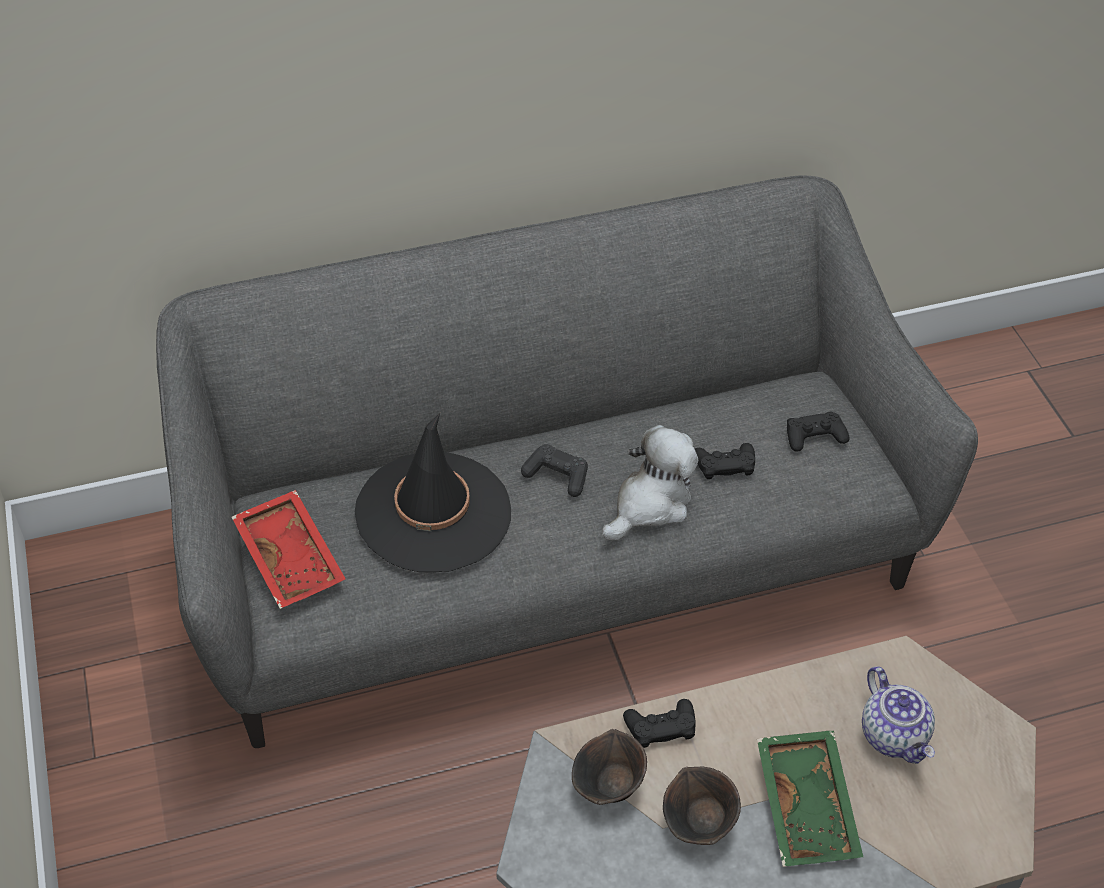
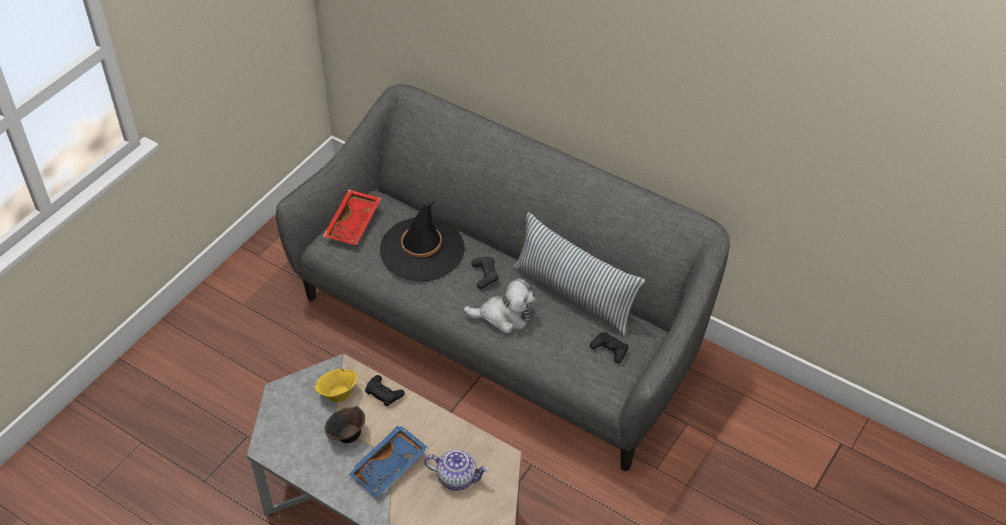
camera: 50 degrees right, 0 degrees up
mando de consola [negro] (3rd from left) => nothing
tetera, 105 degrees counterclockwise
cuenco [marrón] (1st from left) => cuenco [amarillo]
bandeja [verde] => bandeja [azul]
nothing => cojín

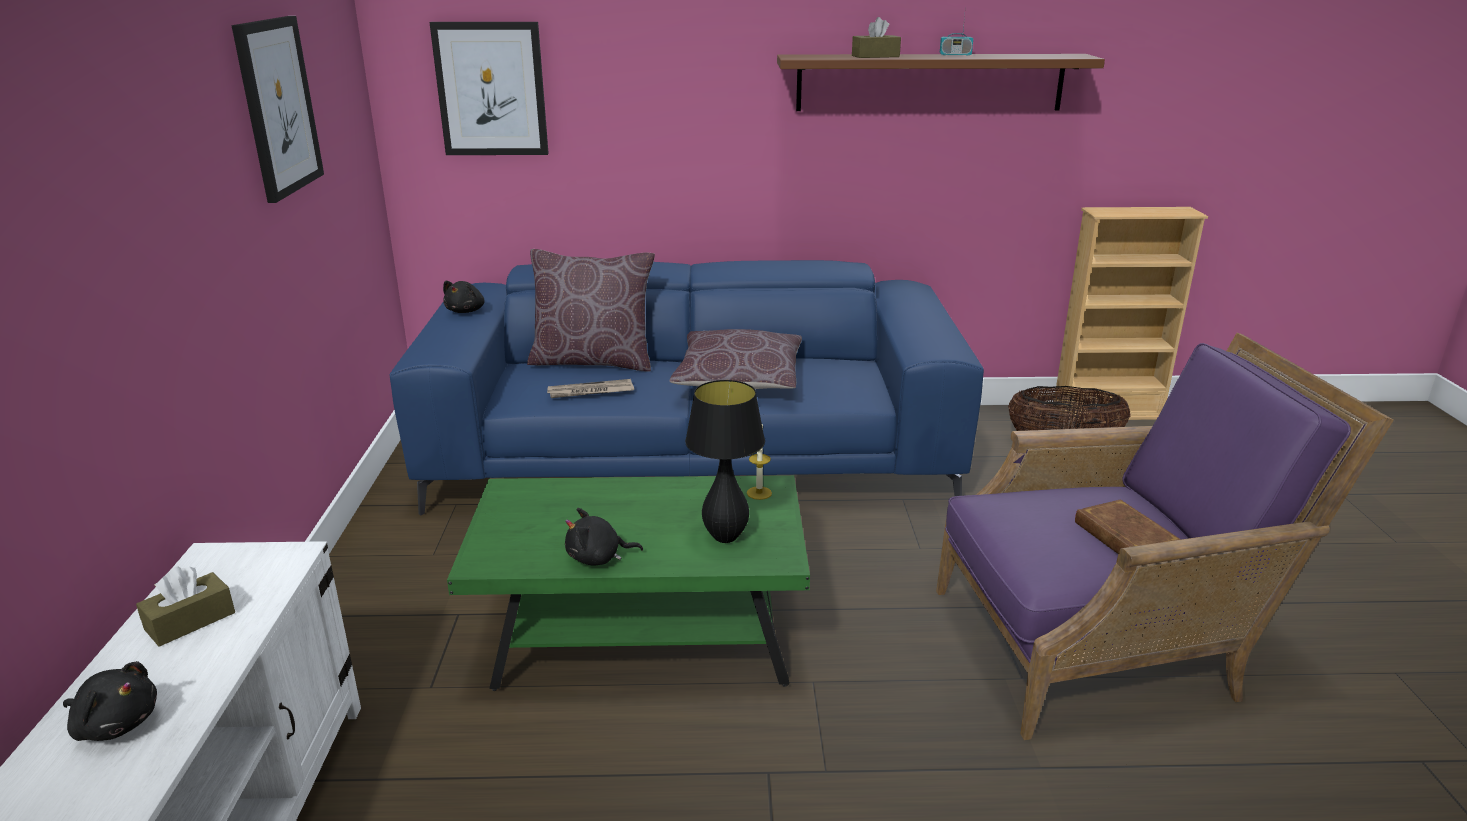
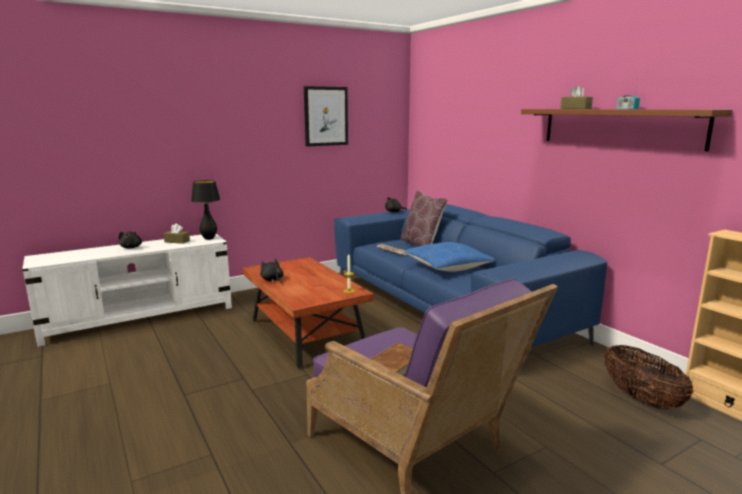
camera: 60 degrees right, 10 degrees down
cuadro (2nd from left) => nothing
cojín [marrón] (2nd from left) => cojín [azul]
lámpara de mesa [negro], moved
mesa de centro [verde] => mesa de centro [marrón]

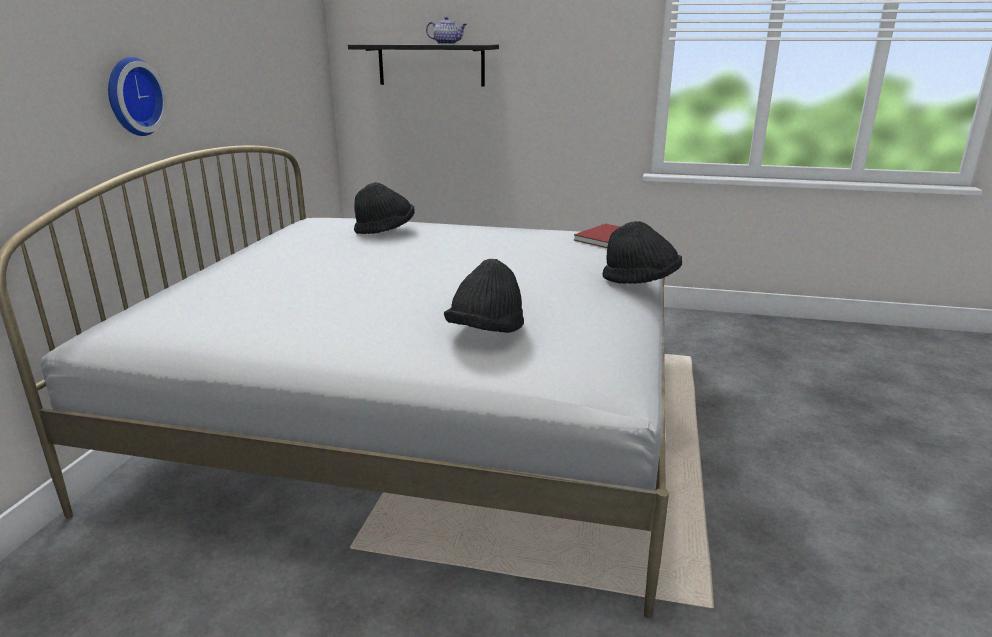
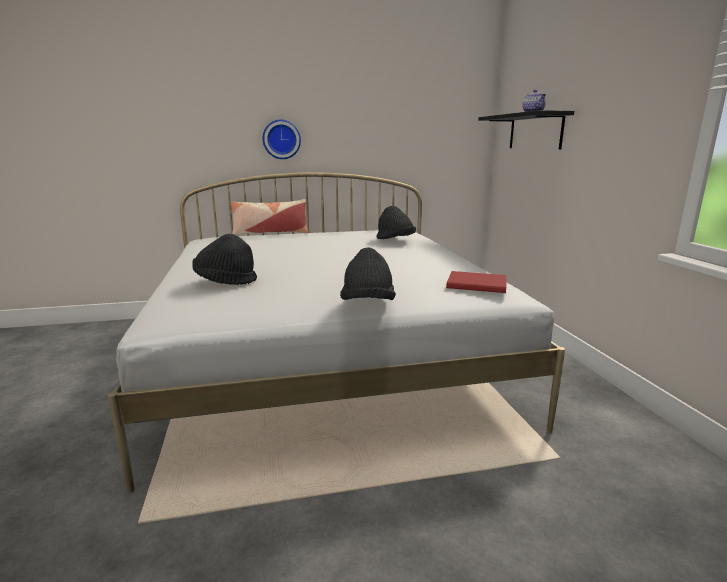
camera: 65 degrees right, 5 degrees down
nothing => cojín

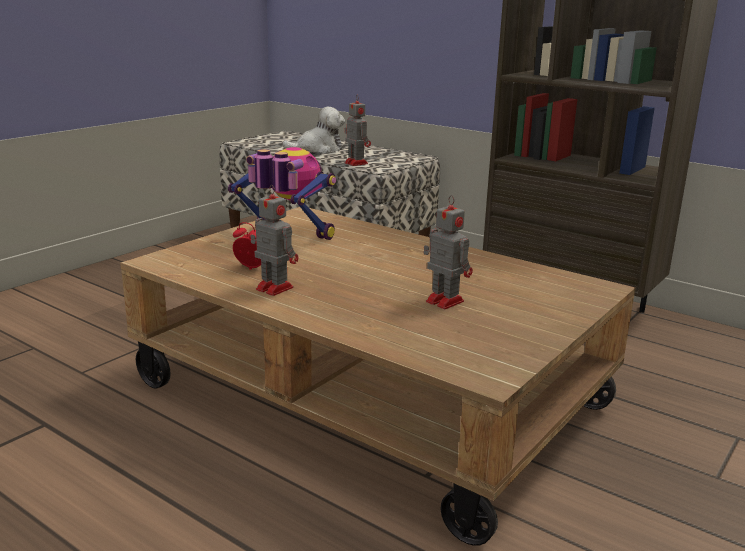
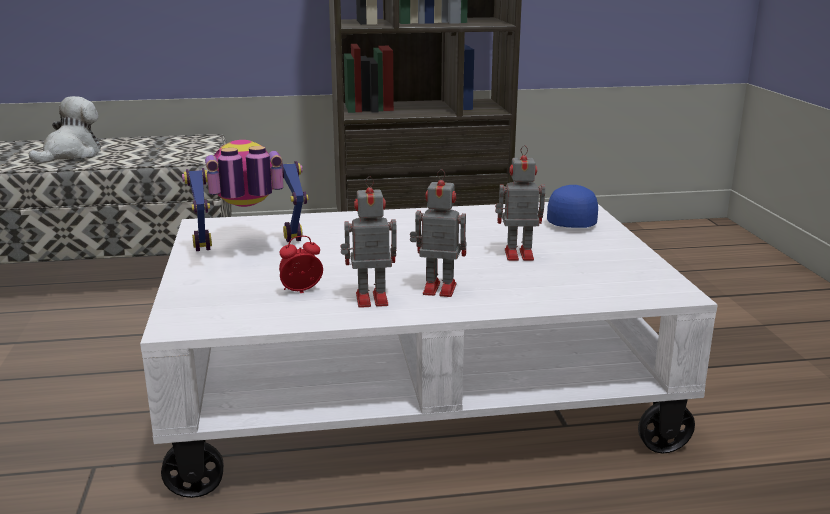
camera: 45 degrees left, 0 degrees up
robot de juguete (3rd from left), moved
mesa de centro [marrón] => mesa de centro [blanco]
nothing => gorra [azul]

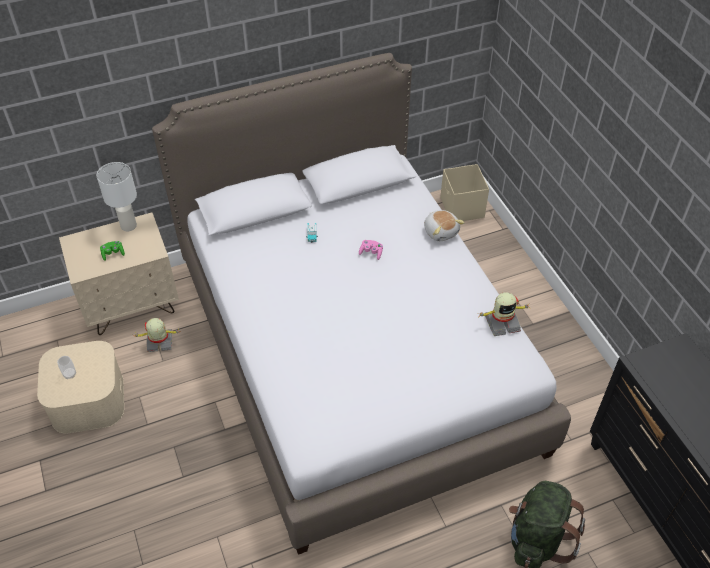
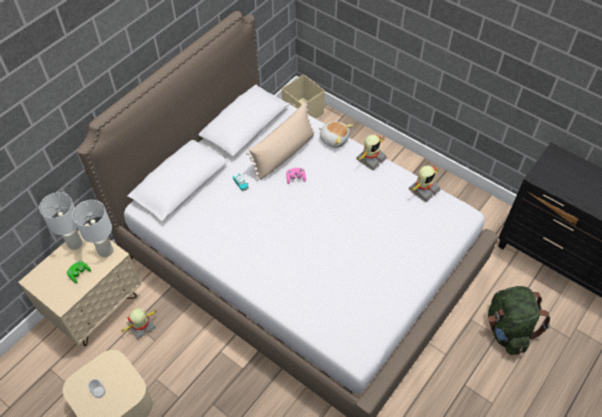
camera: 30 degrees left, 5 degrees up
nothing => cojín [beis]
nothing => robot de juguete (2nd from left)
nothing => lámpara de mesa [blanco] (2nd from left)

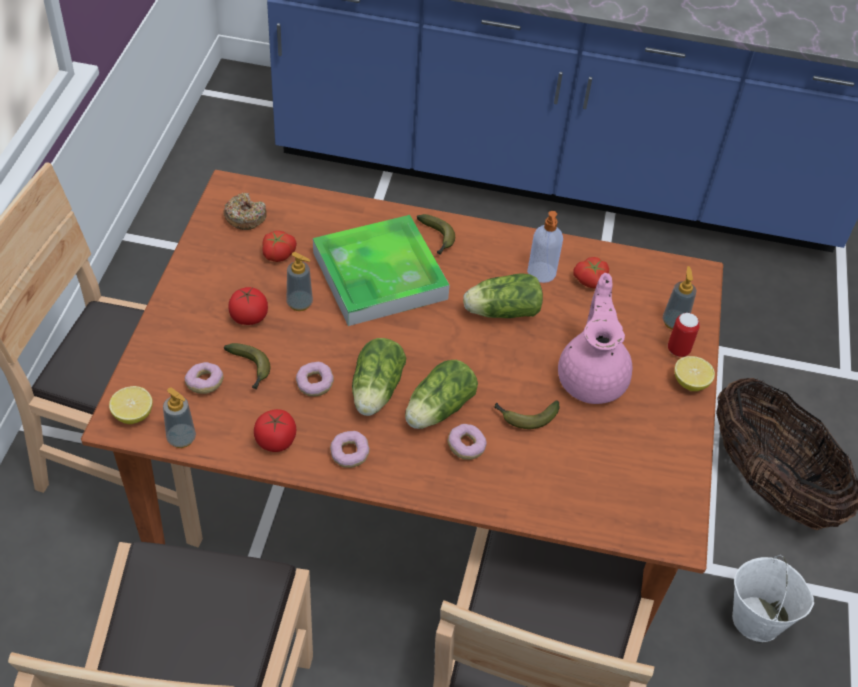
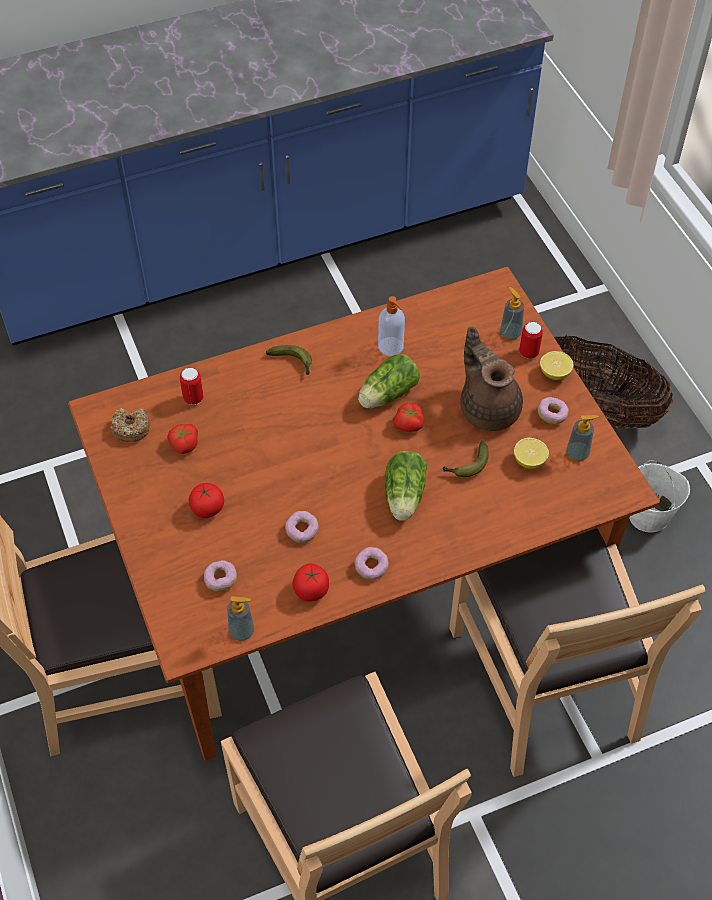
camera: 30 degrees left, 5 degrees up
bandeja => nothing
dispensador de jabón (2nd from left in the first image) => dispensador de jabón (4th from left), moved
tomate (4th from left), moved
tetera [rosa] => tetera [marrón]
lechuga (1st from left) => nothing
plátano (1st from left) => nothing
limón (1st from left), moved
rosquilla (5th from left), moved
nothing => lata (1st from left)

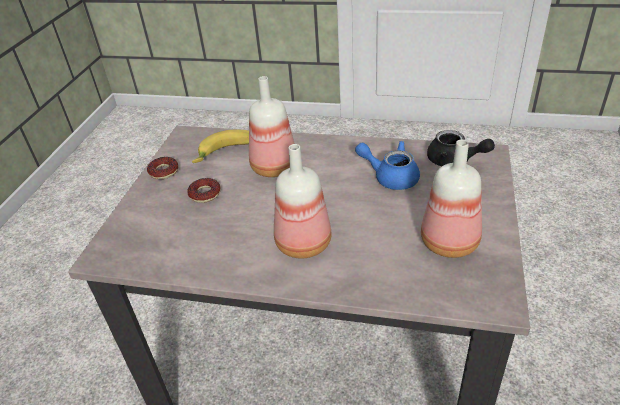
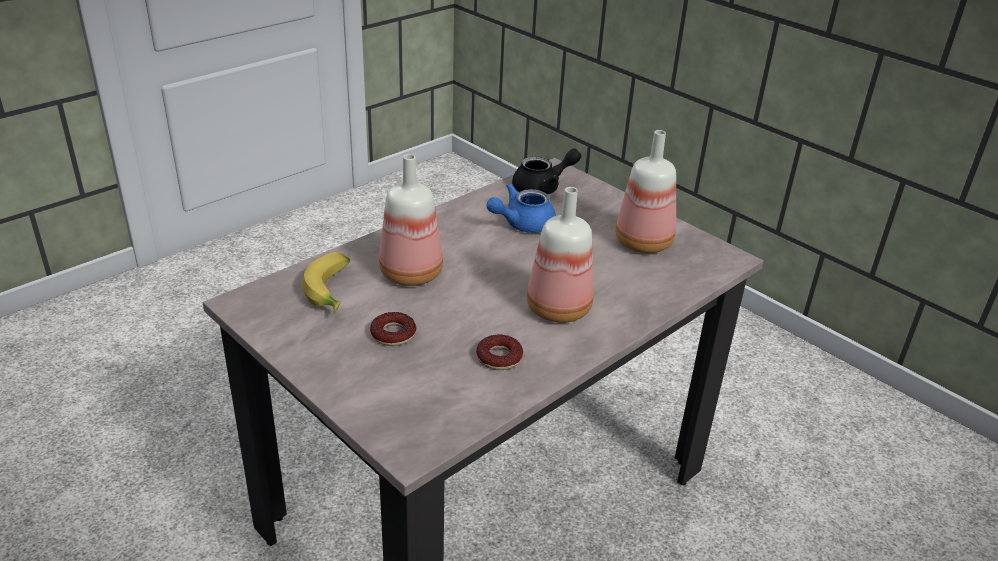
camera: 60 degrees left, 5 degrees down
rosquilla (1st from left in the first image) => rosquilla (2nd from left), moved

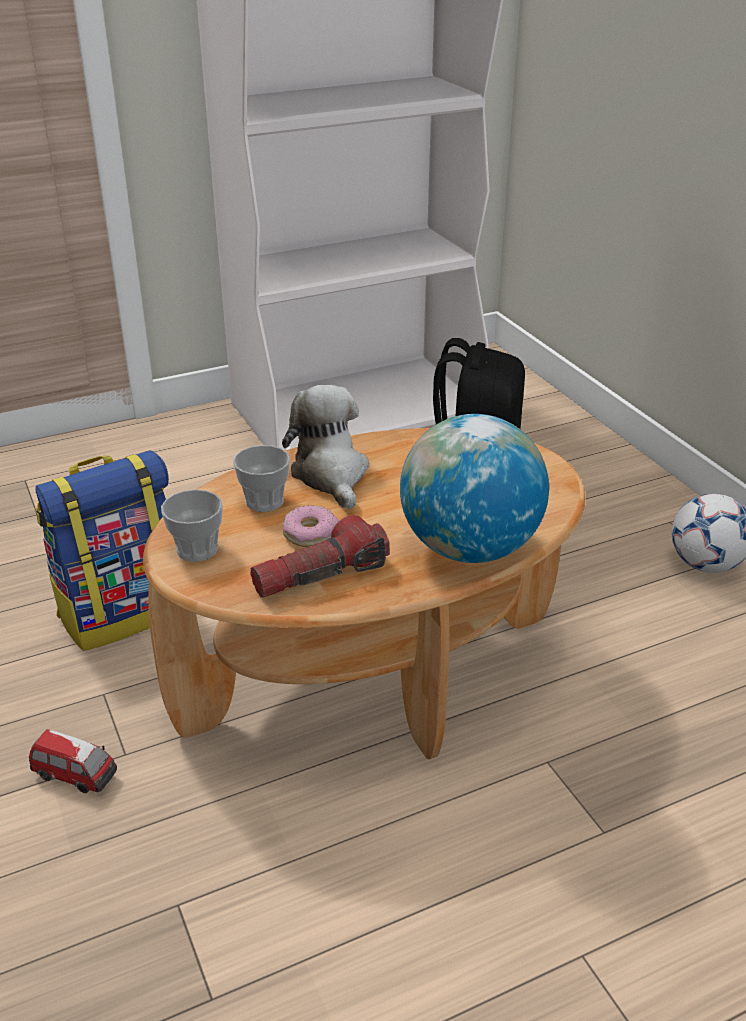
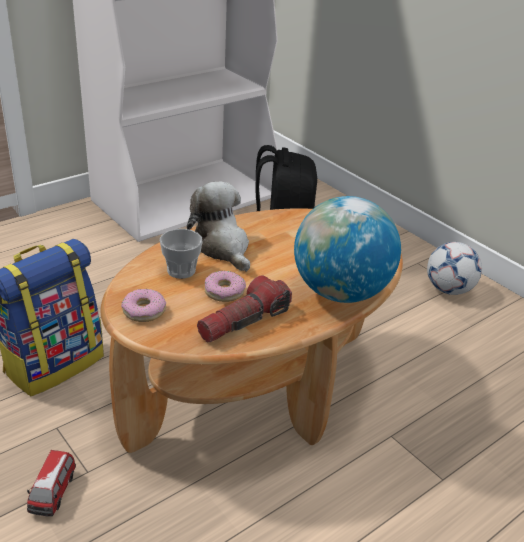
camera: 15 degrees left, 0 degrees up
taza (1st from left) => rosquilla (1st from left)
coche de juguete, 90 degrees clockwise

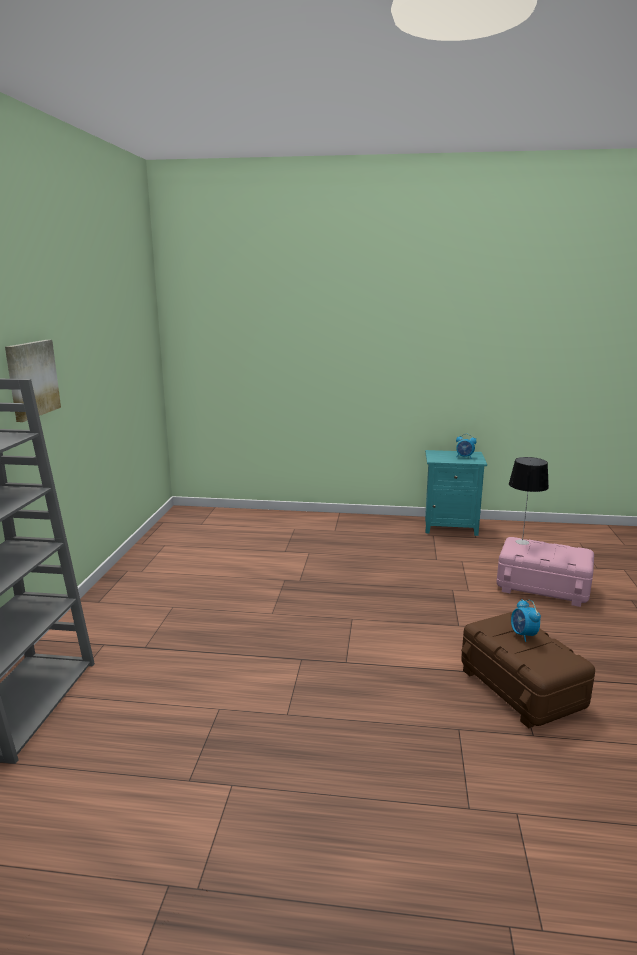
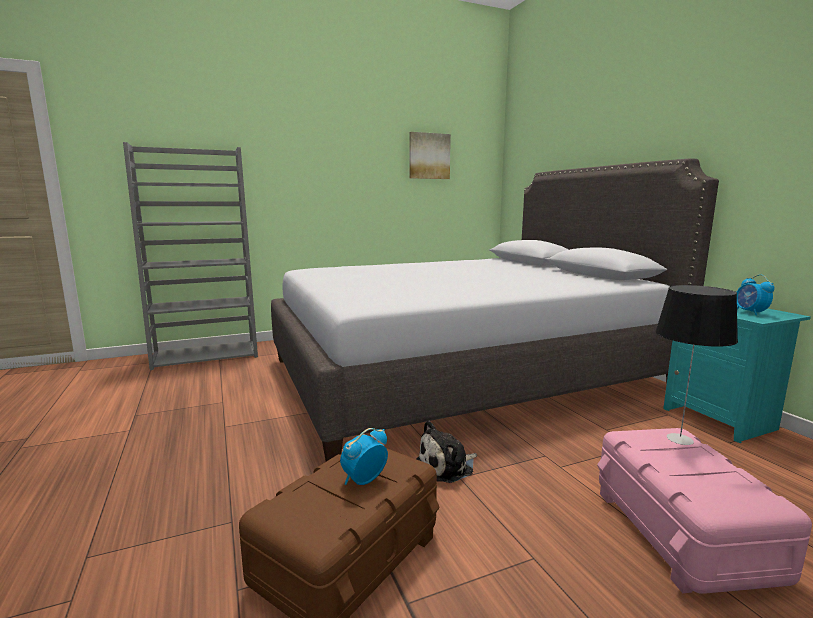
camera: 60 degrees right, 5 degrees down
cuadro, moved
nothing => cama [gris]
nothing => peluche

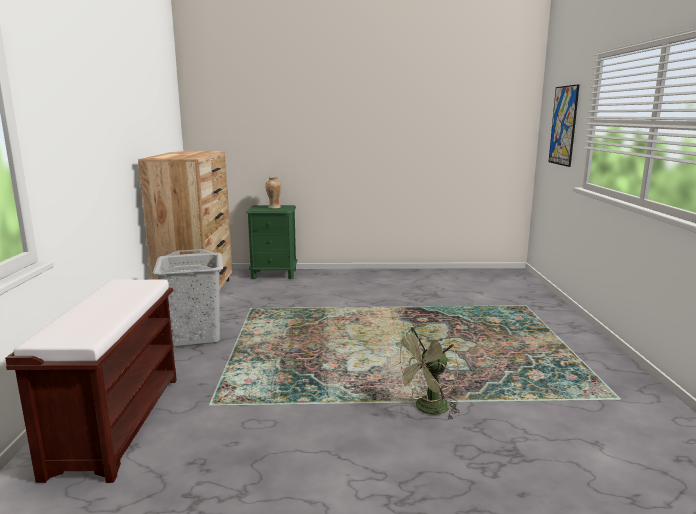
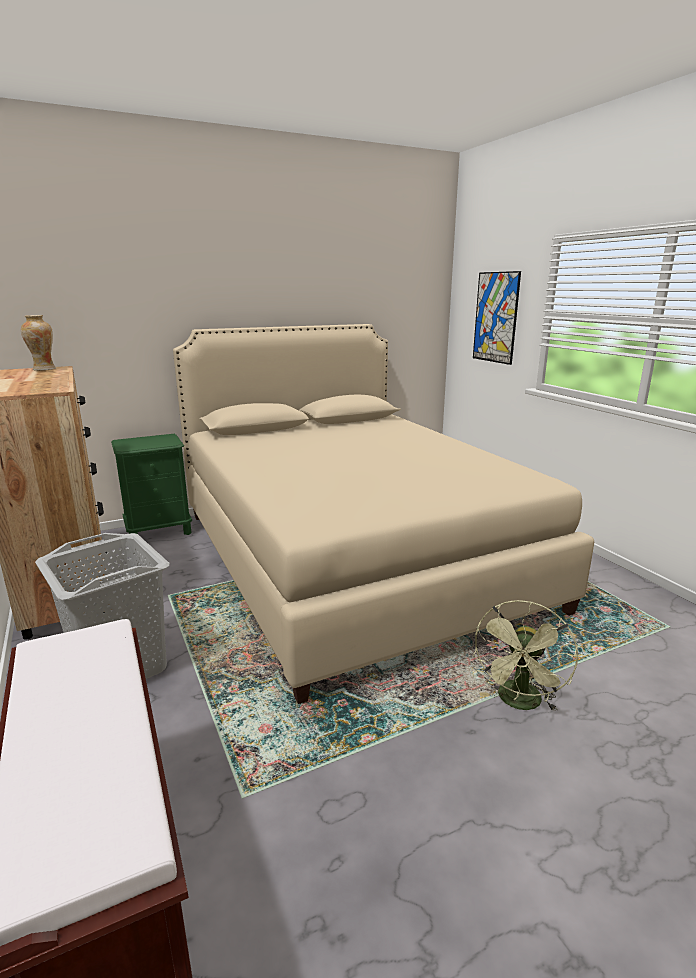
camera: 25 degrees left, 5 degrees up
florero, moved
nothing => cama [beis]

